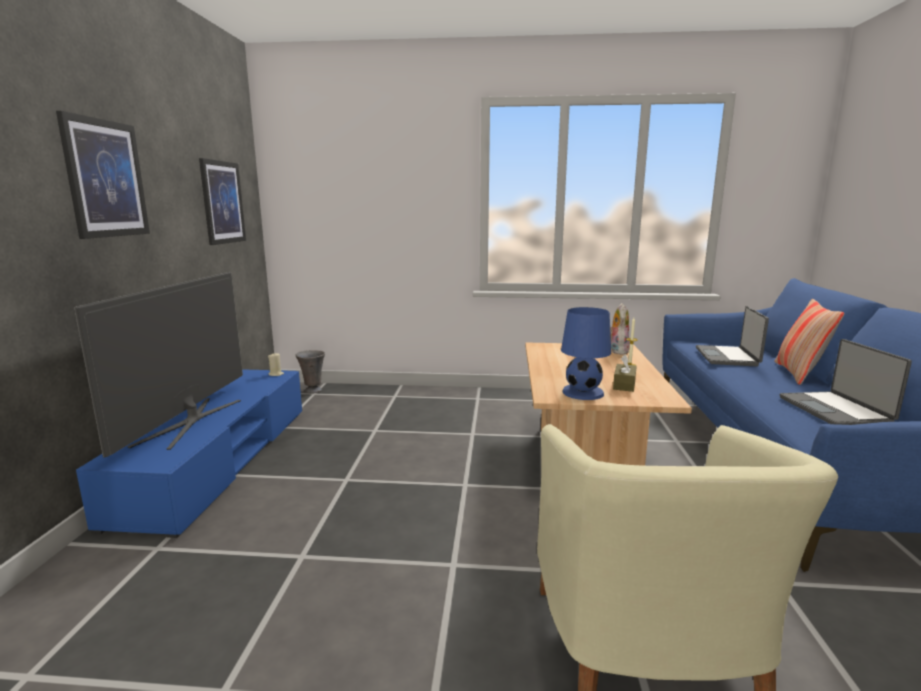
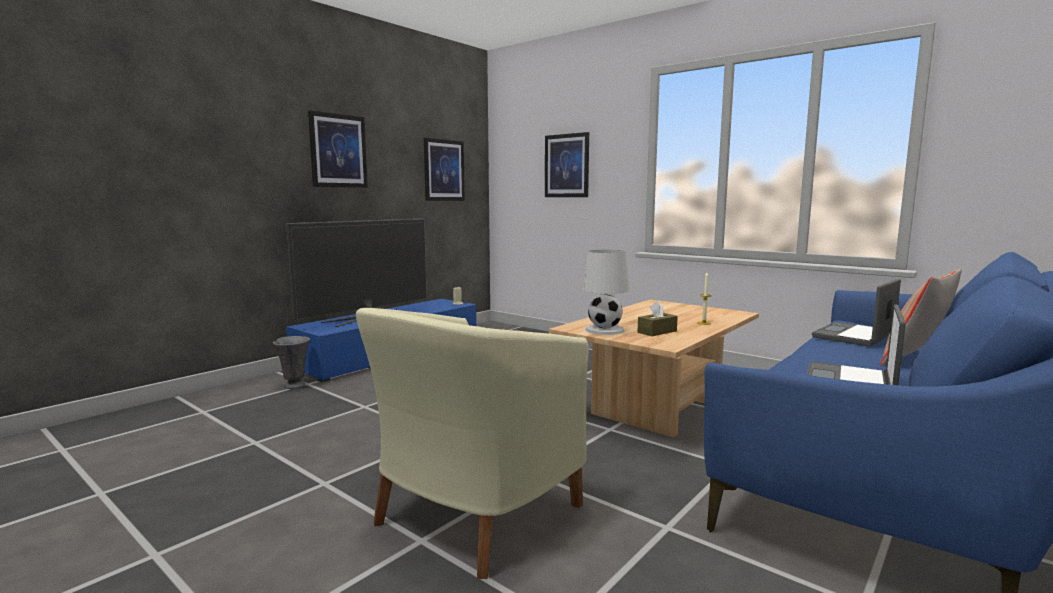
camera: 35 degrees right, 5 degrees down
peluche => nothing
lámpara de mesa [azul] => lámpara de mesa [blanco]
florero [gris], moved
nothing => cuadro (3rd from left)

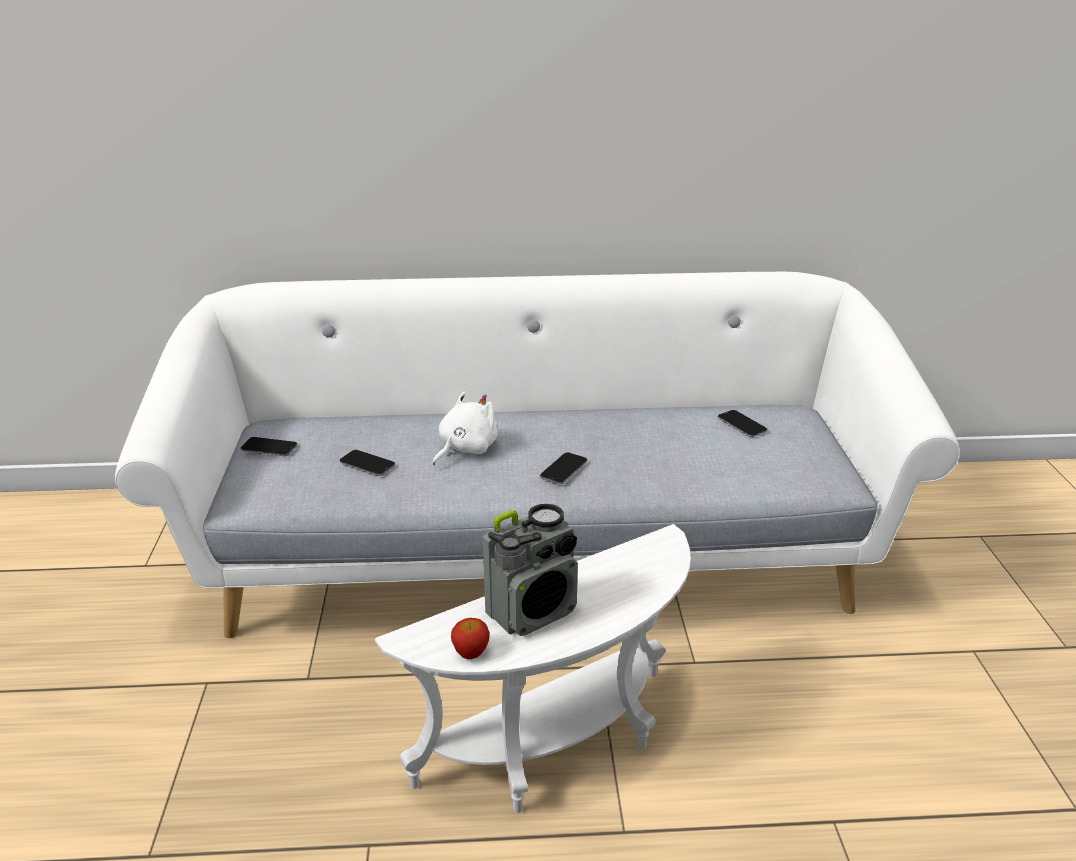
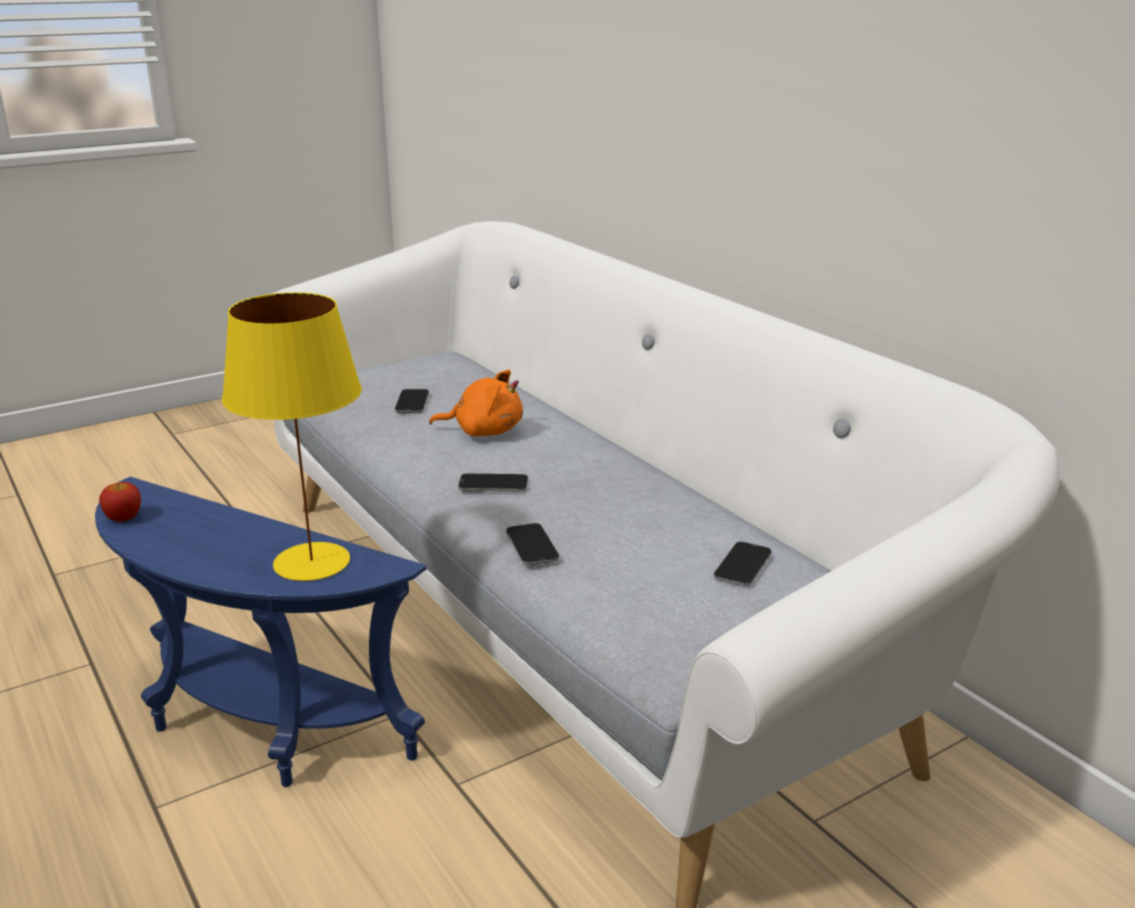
camera: 60 degrees right, 5 degrees down
peluche [blanco] => peluche [naranja]
móvil (1st from left in the first image) => móvil (3rd from left), moved
radio => nothing
mesa auxiliar [blanco] => mesa auxiliar [azul]
nothing => lámpara de mesa [amarillo]

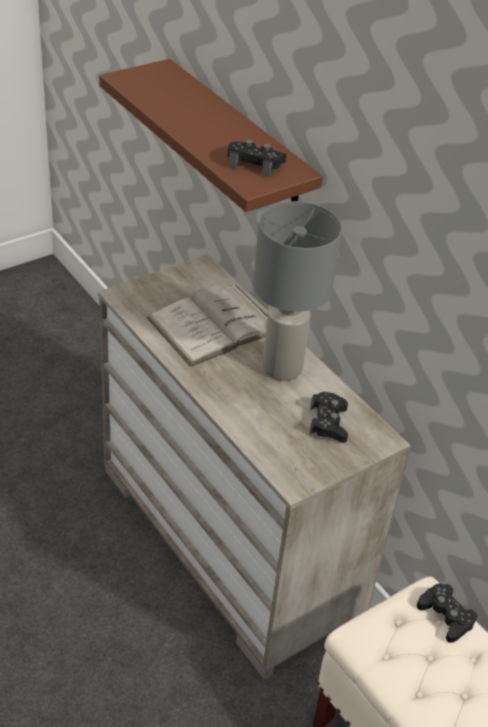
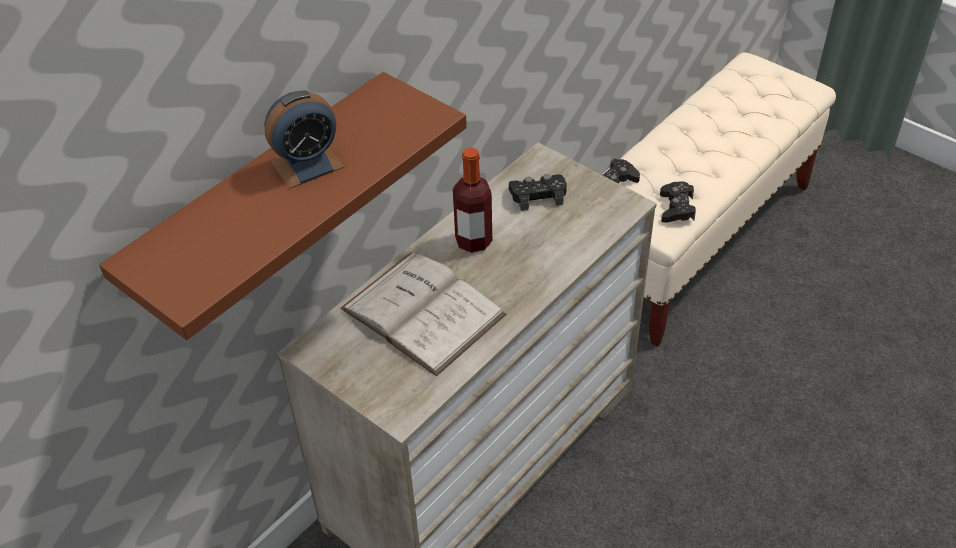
camera: 100 degrees left, 5 degrees up
mando de consola [negro] (1st from left in the first image) => mando de consola [negro] (3rd from left), moved
lámpara de mesa [gris] => botella
nothing => despertador

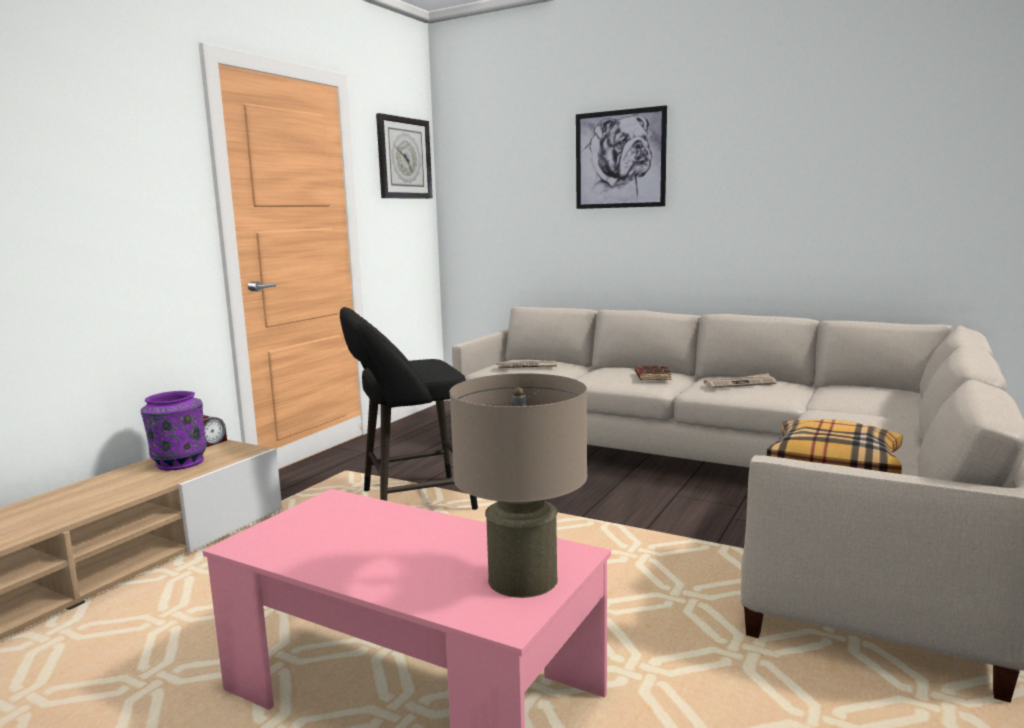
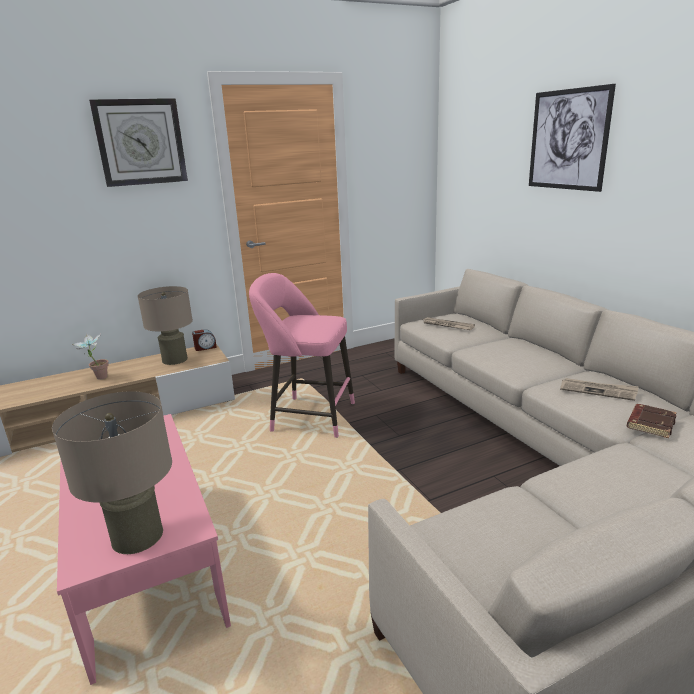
camera: 35 degrees right, 10 degrees up
reloj de pared, moved
taburete [negro] => taburete [rosa]
libro [marrón], moved
florero [morado] => lámpara de mesa [beis] (2nd from left)
cojín => nothing
nothing => planta en maceta

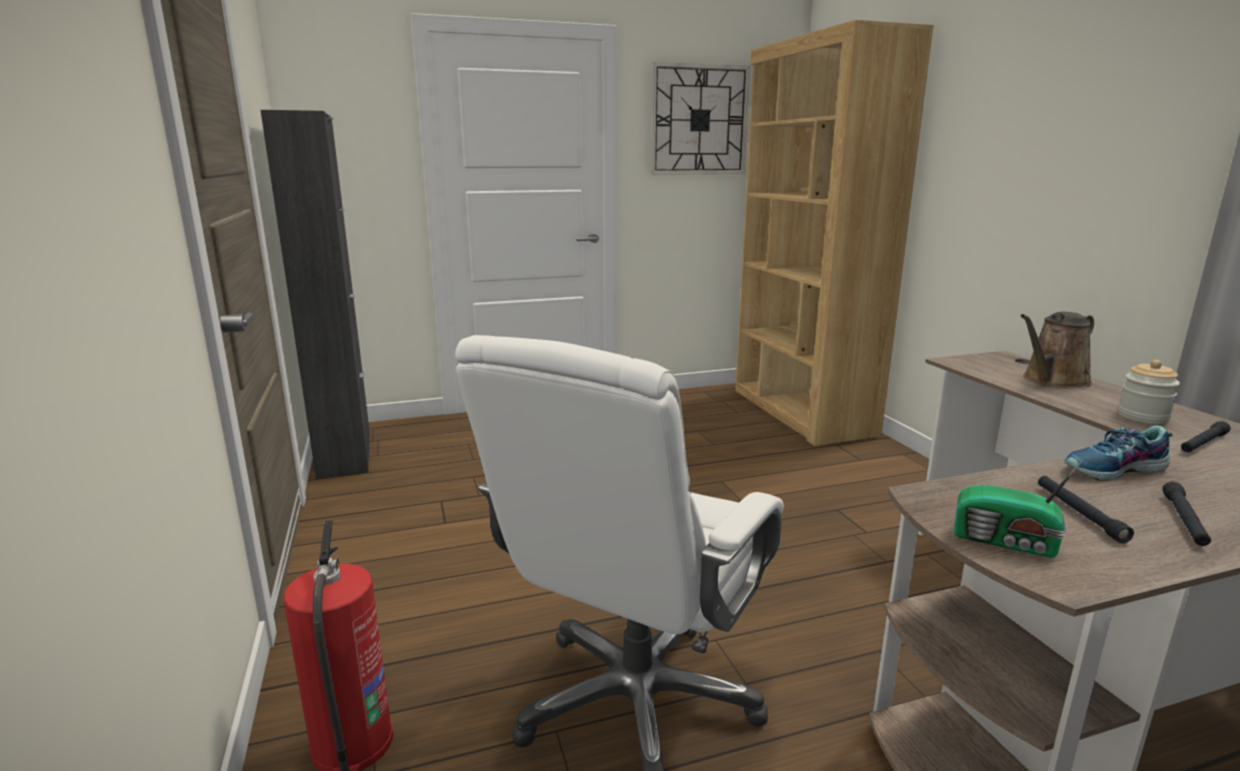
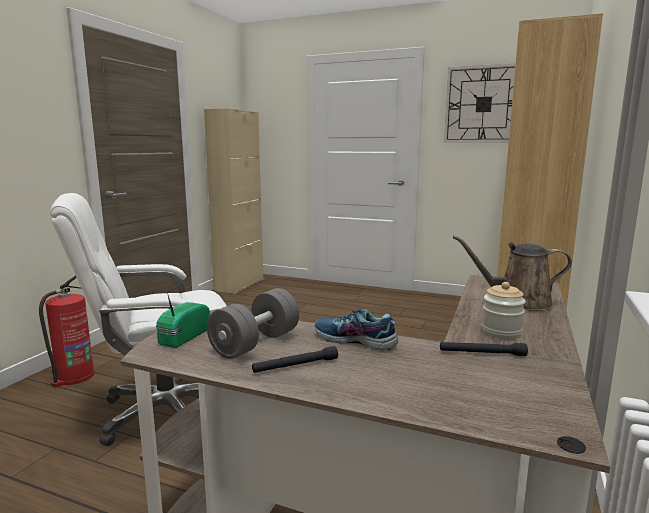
camera: 40 degrees right, 5 degrees down
armario [negro] => armario [beis]
radio, 45 degrees clockwise
linterna [negro] (1st from left) => mancuerna [gris]

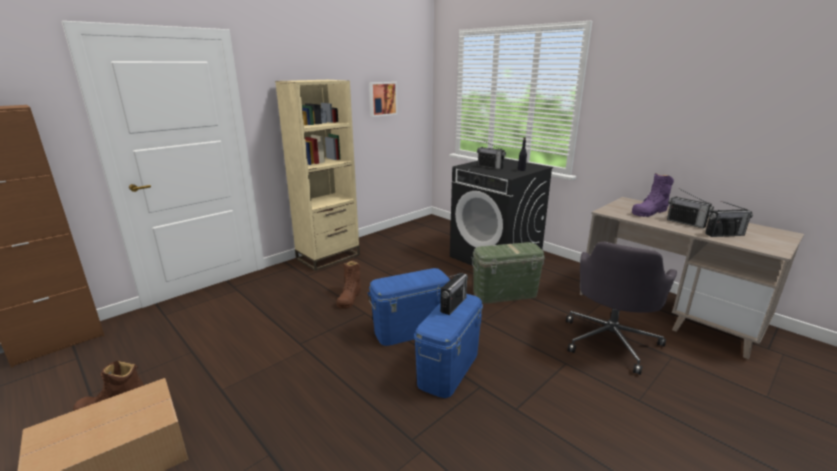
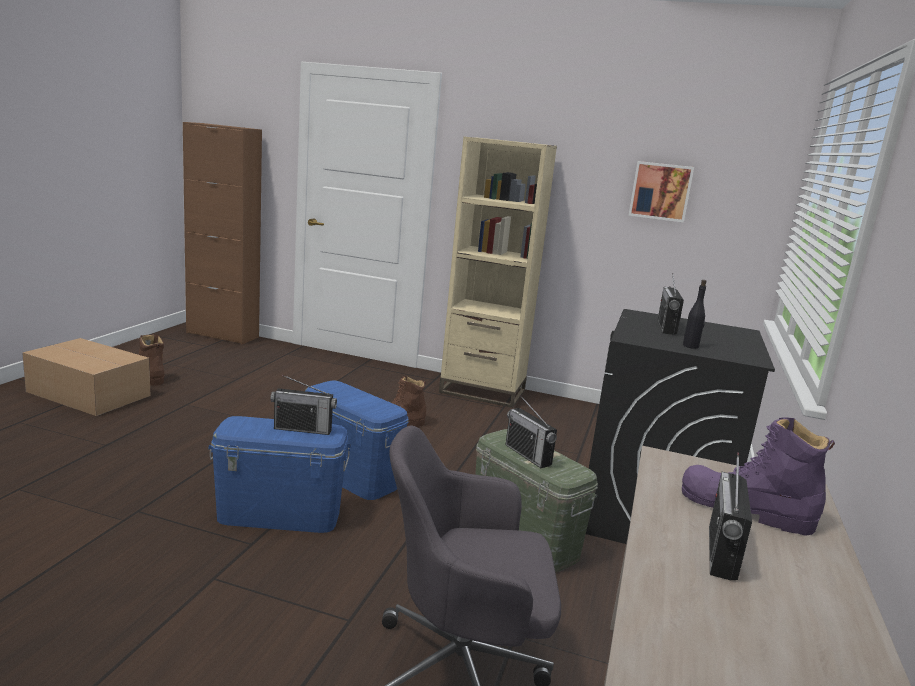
camera: 60 degrees right, 5 degrees down
radio (4th from left in the first image) => radio (2nd from left), moved

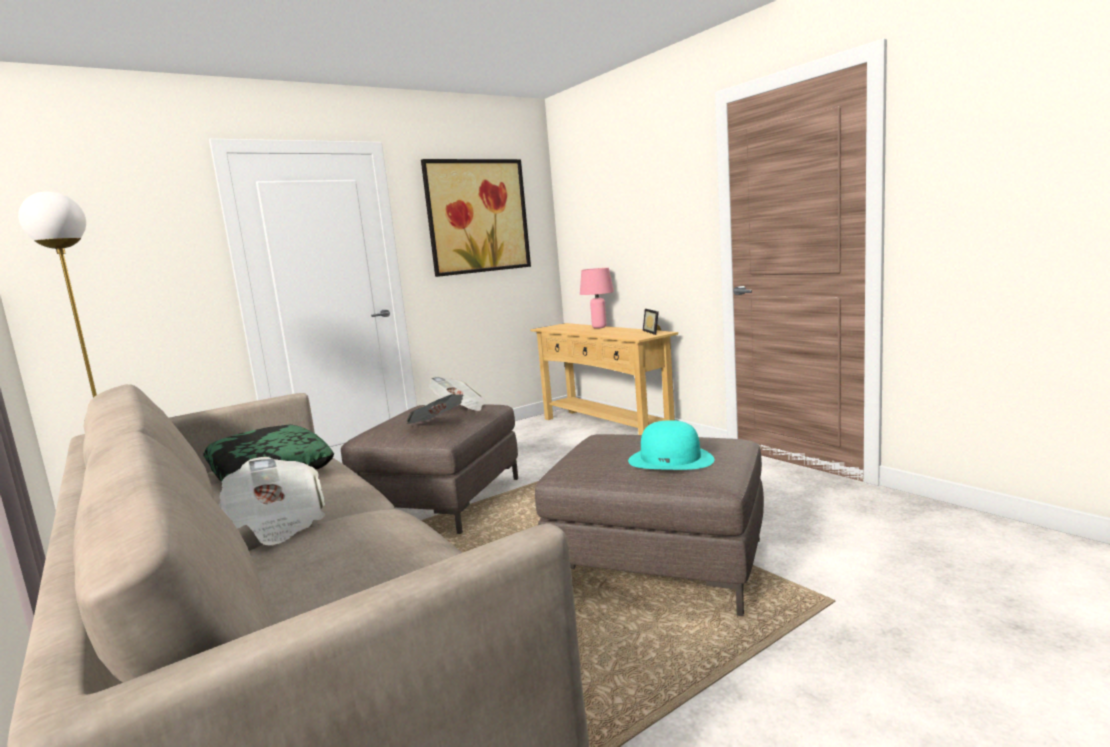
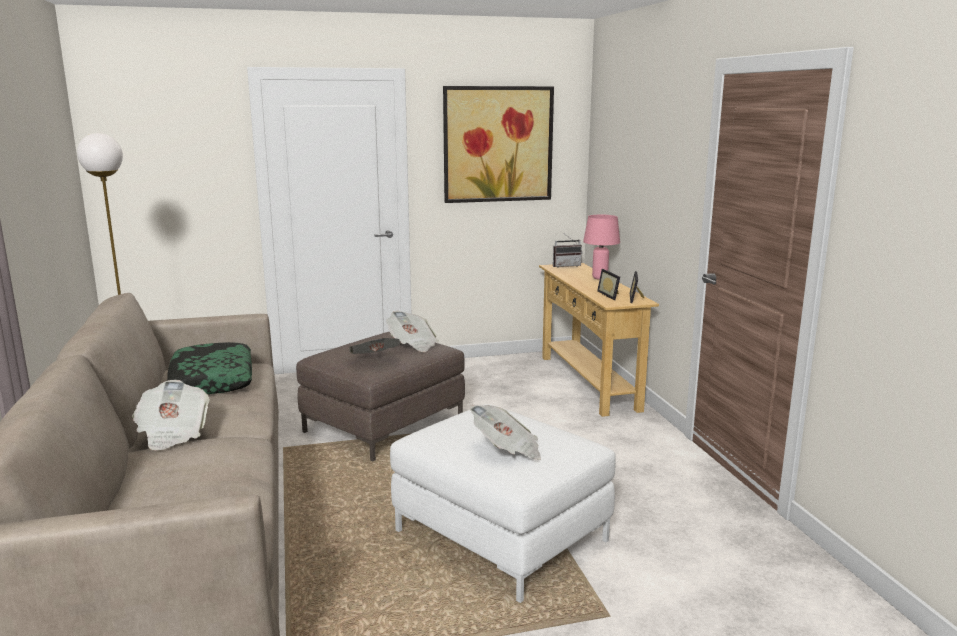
camera: 20 degrees right, 5 degrees up
sombrero [turquesa] => periódico (4th from left)
puf [marrón] (2nd from left) => puf [blanco]
nothing => radio
nothing => portarretratos (1st from left)

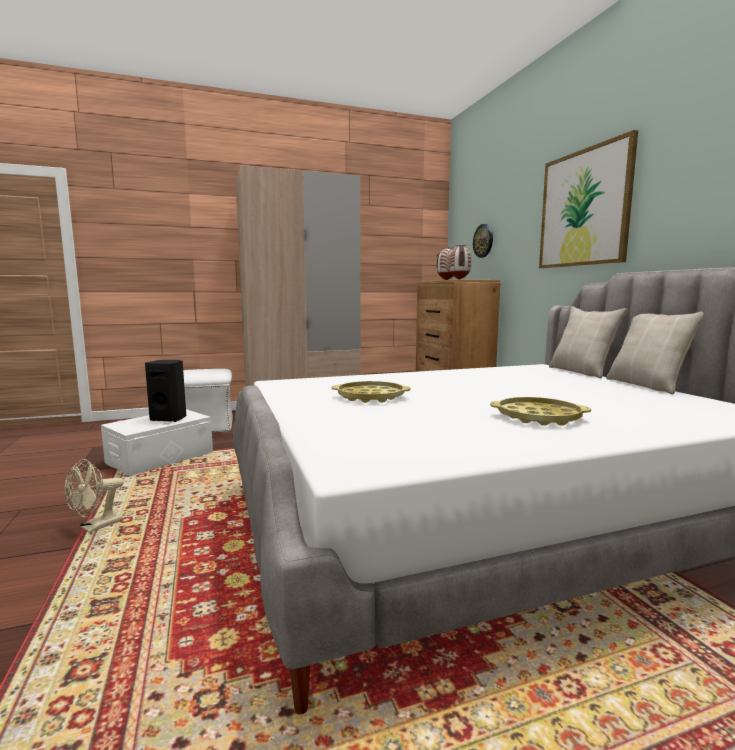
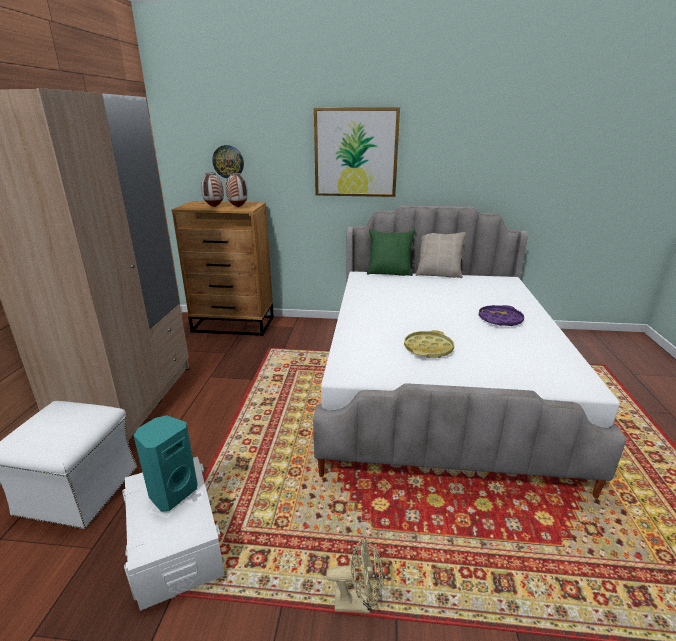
camera: 65 degrees left, 15 degrees up
cojín [beis] (1st from left) => cojín [verde]
altavoz [negro] => altavoz [turquesa]
bandeja [amarillo] (2nd from left) => bandeja [morado]
ventilador [beis], 60 degrees counterclockwise

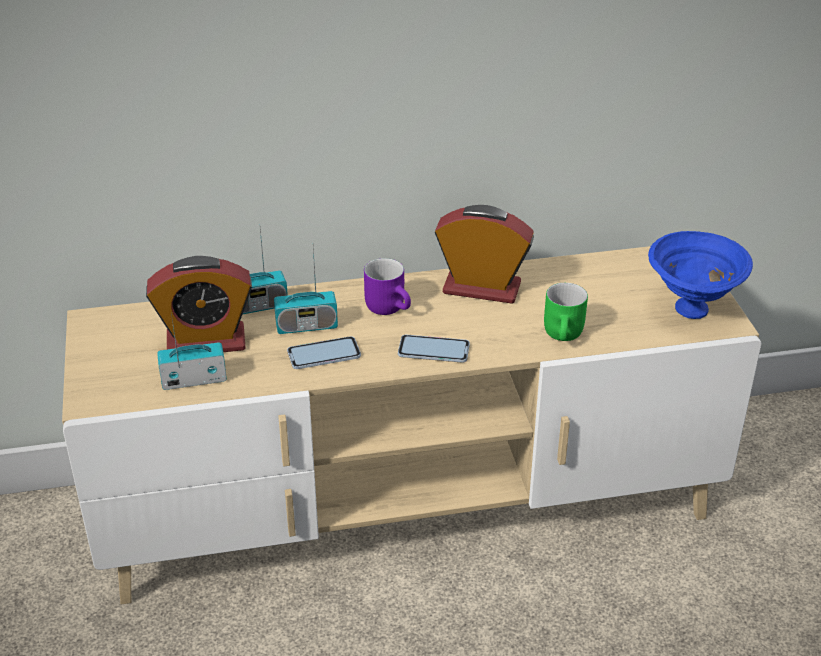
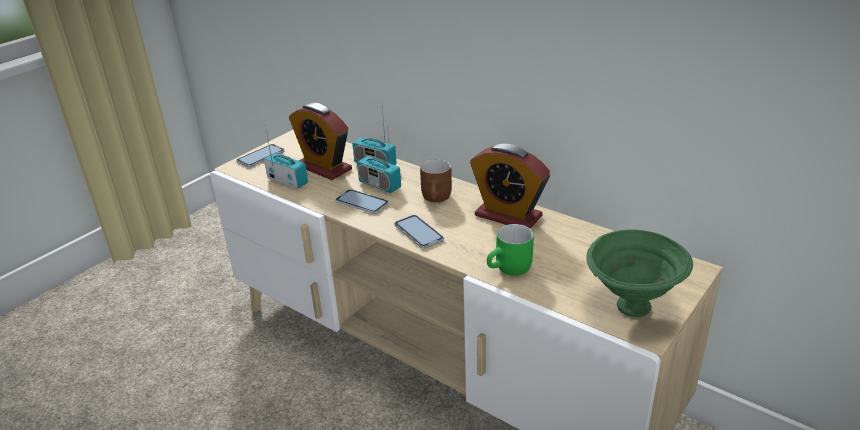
camera: 50 degrees right, 5 degrees down
despertador (2nd from left), 150 degrees clockwise
cuenco [azul] => cuenco [verde]
taza grande [morado] => taza grande [marrón]
nothing => móvil (1st from left)

